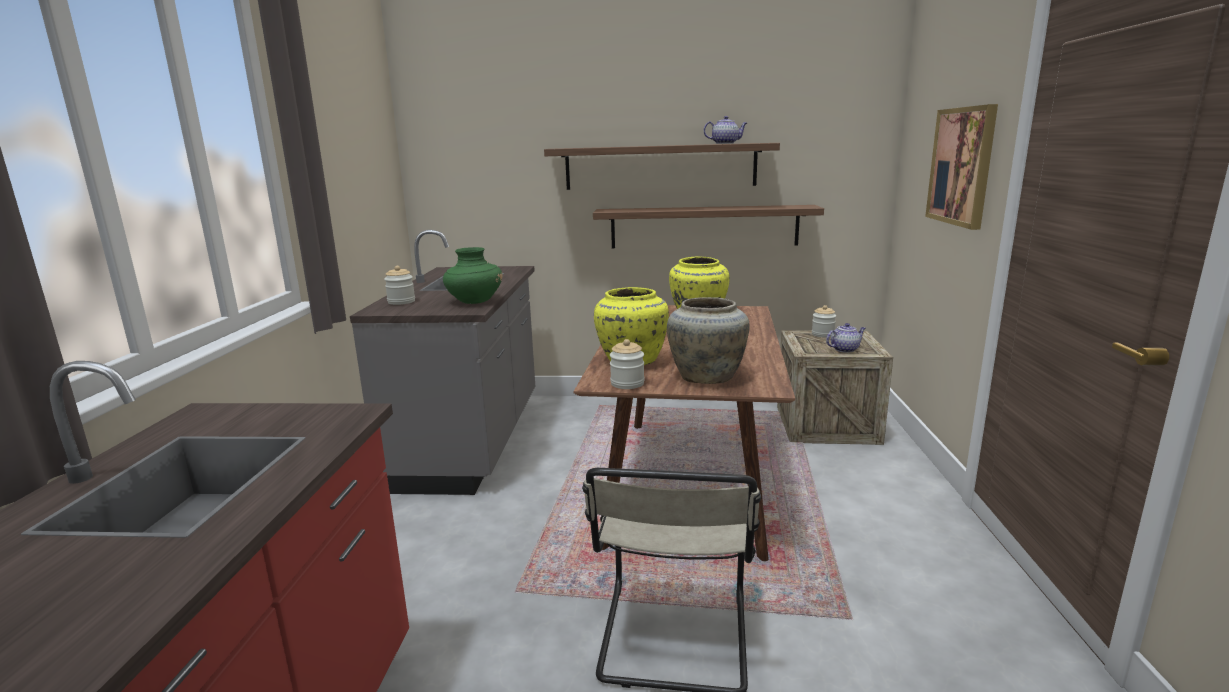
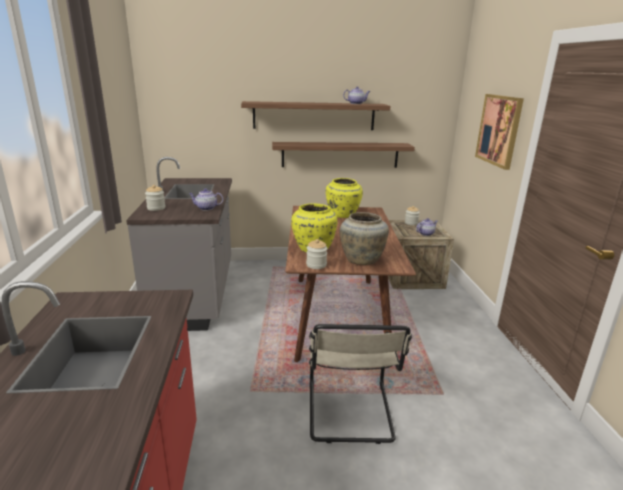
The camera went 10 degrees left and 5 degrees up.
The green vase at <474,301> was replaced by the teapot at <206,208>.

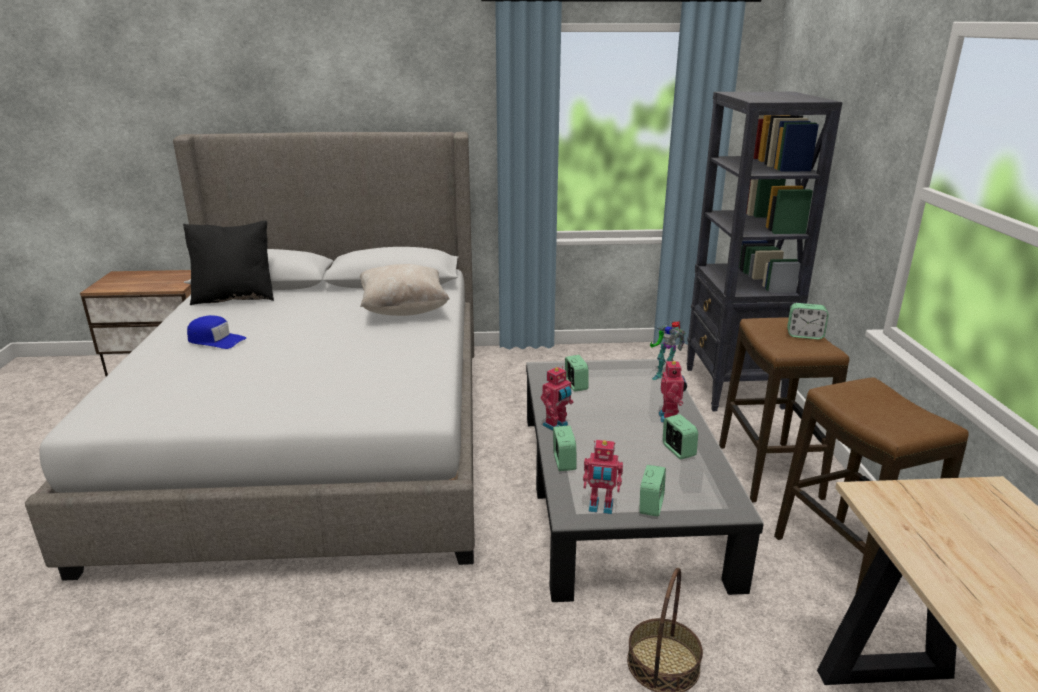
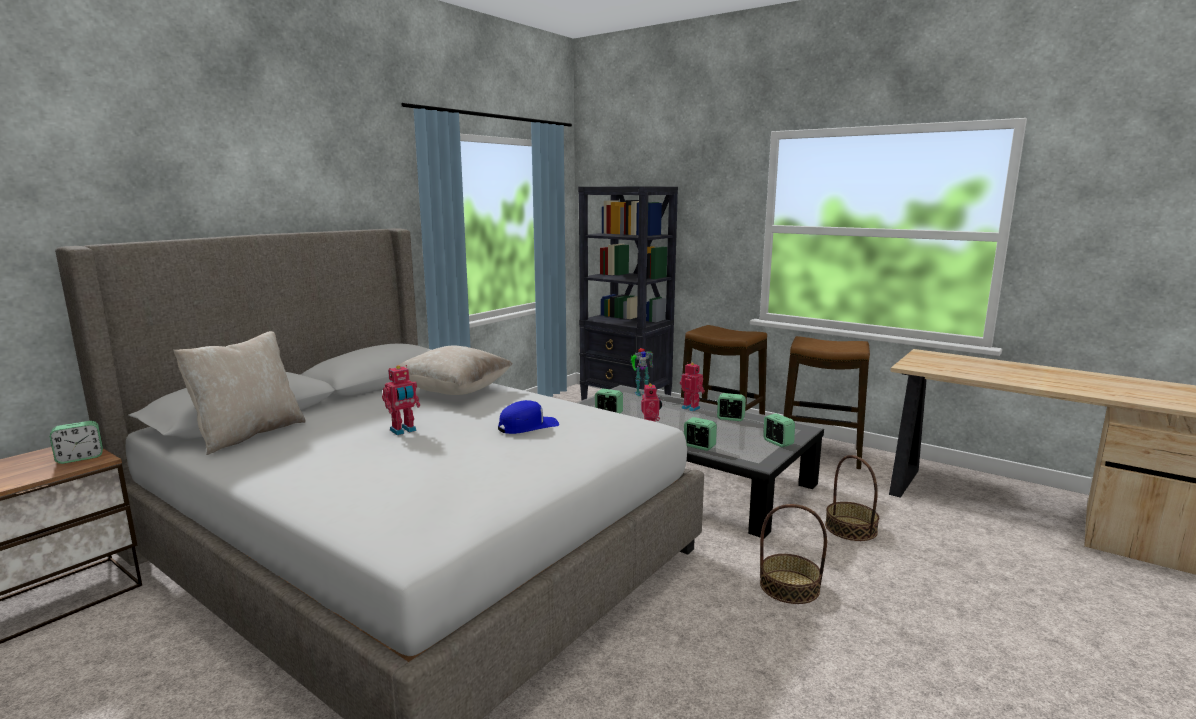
The camera went 50 degrees left and 10 degrees down.
The basket at <789,586> appeared.
The blue cap moved from <216,340> to <528,426>.
The toy robot moved from <600,507> to <403,431>.
The alarm clock moved from <804,335> to <80,458>.
The black pillow at <235,298> became the beige pillow at <248,434>.

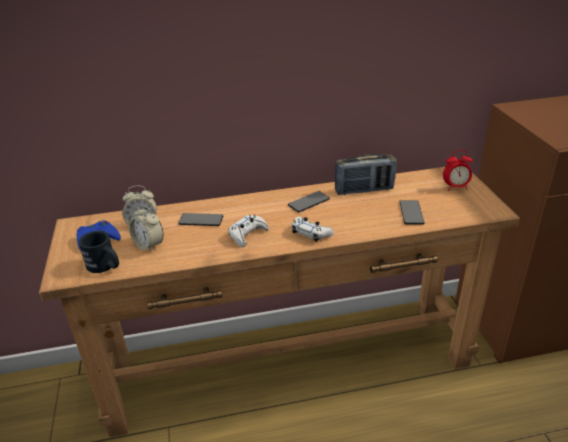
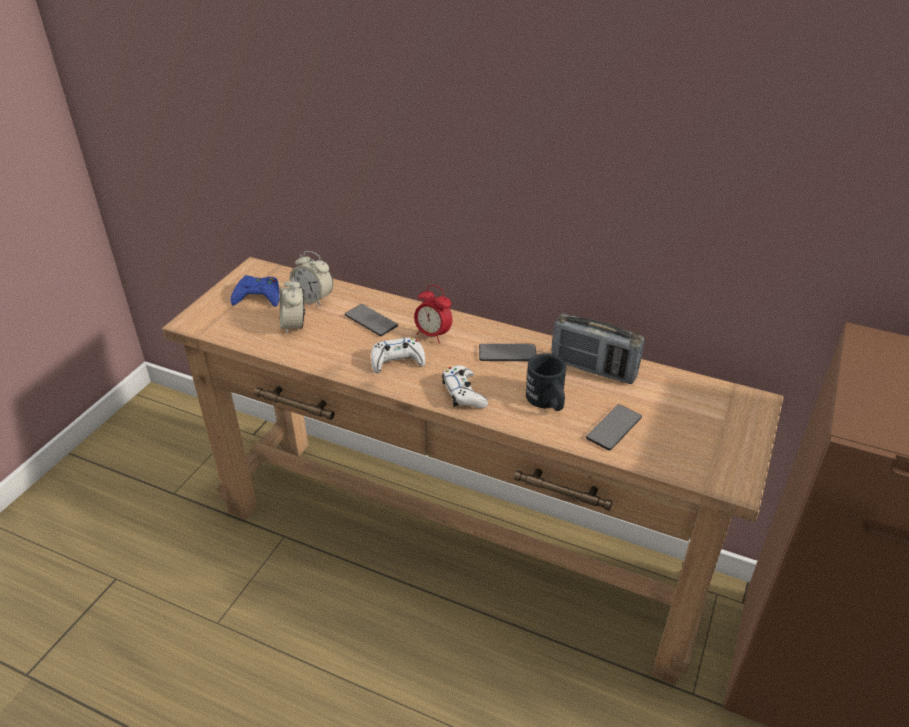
The camera went 35 degrees right and 5 degrees up.
The black mug moved from <105,266> to <548,401>.
The alarm clock moved from <455,187> to <433,335>.

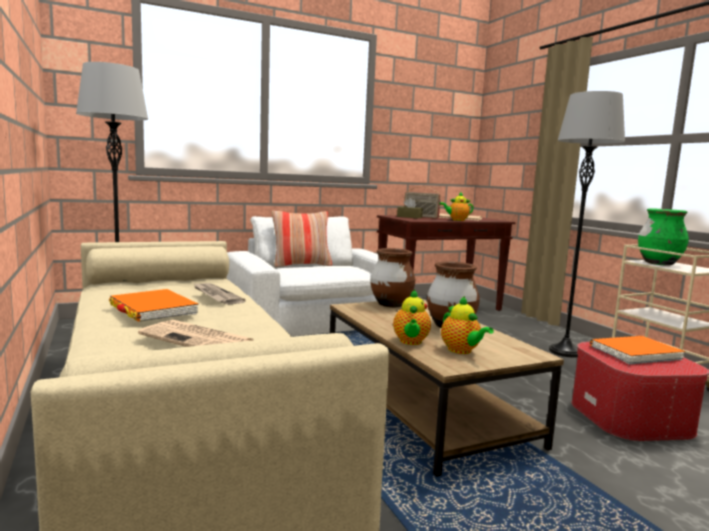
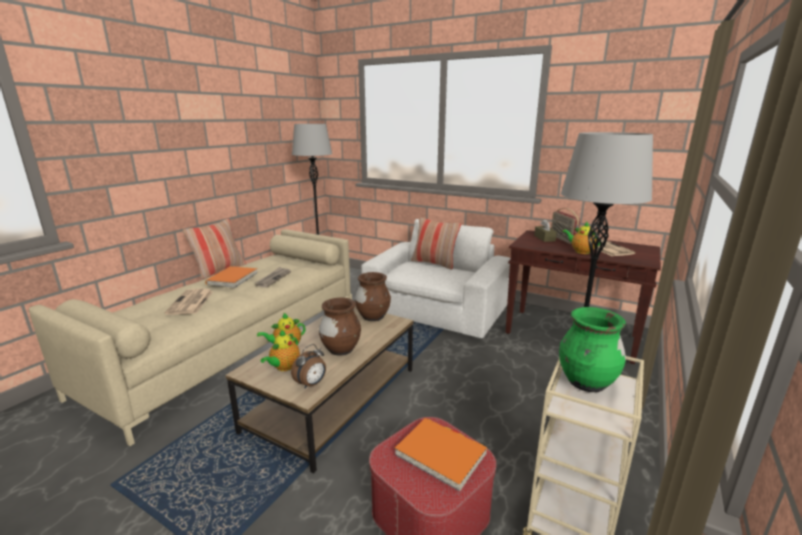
The camera went 55 degrees right and 10 degrees up.
The pillow at <219,270> appeared.
The alarm clock at <311,384> appeared.

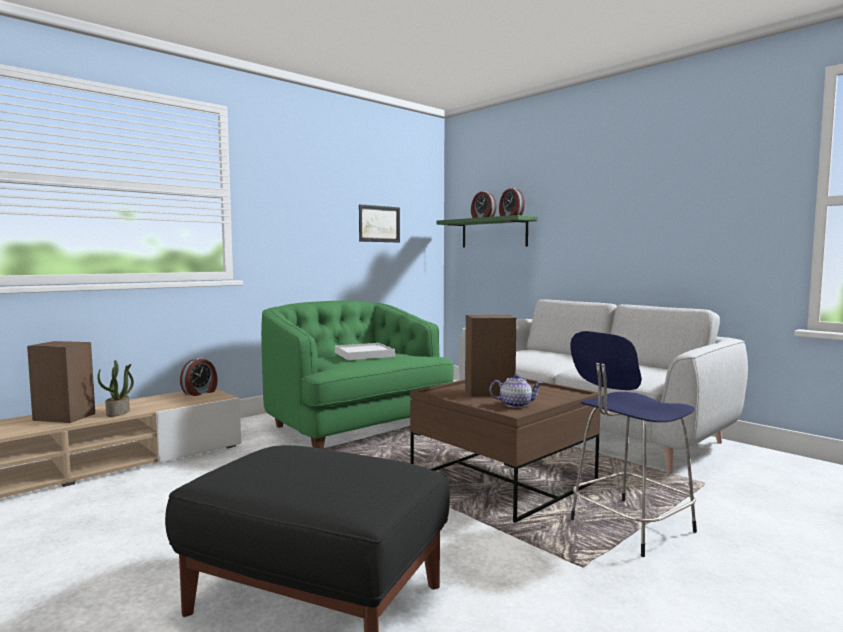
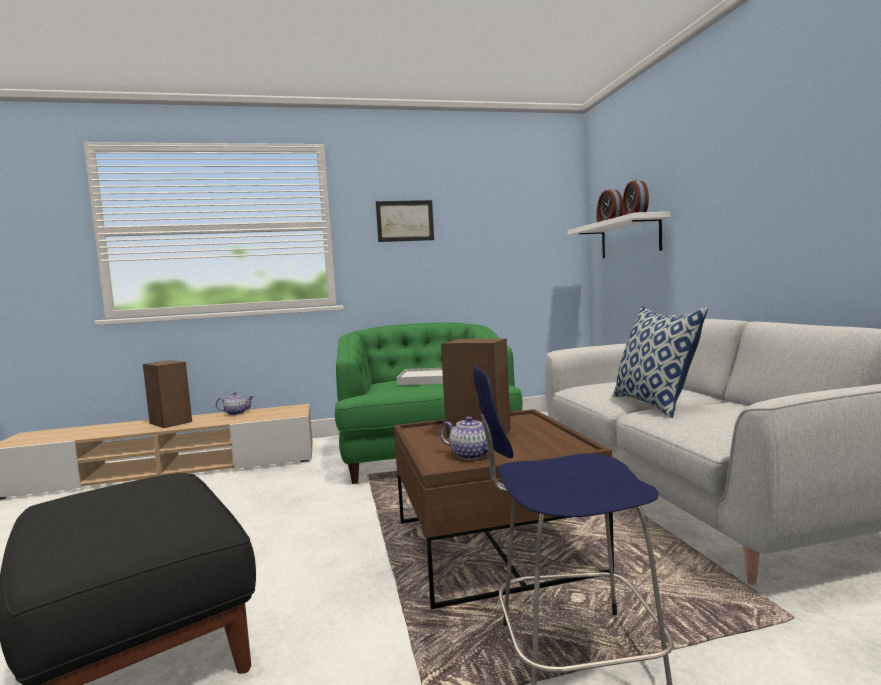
The camera went 30 degrees right and 0 degrees up.
The potted plant at <118,413> disappeared.
The alarm clock at <200,392> disappeared.
The teapot at <236,413> appeared.
The pillow at <655,405> appeared.
The picture moved from <379,224> to <405,221>.
The green shelf at <494,233> became the white shelf at <629,238>.

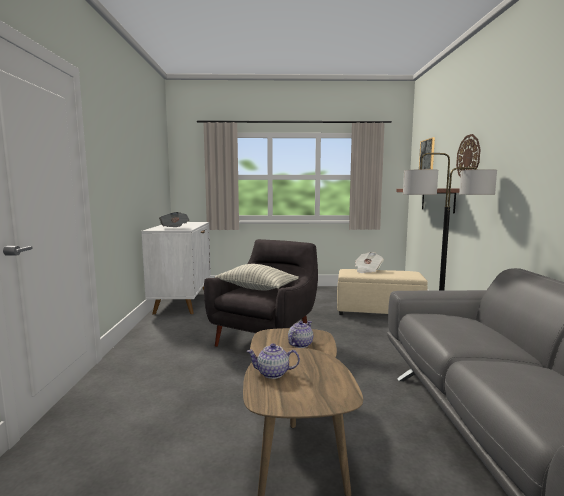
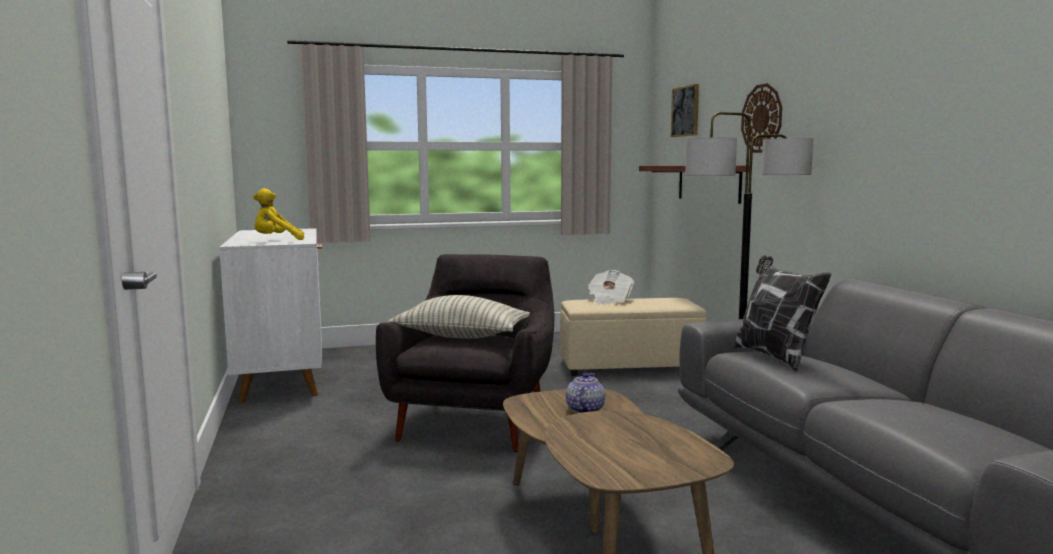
The camera went 15 degrees left and 0 degrees up.
The teapot at <273,373> disappeared.
The pillow at <774,357> appeared.
The newspaper at <174,228> was replaced by the yellow plush toy at <277,241>.

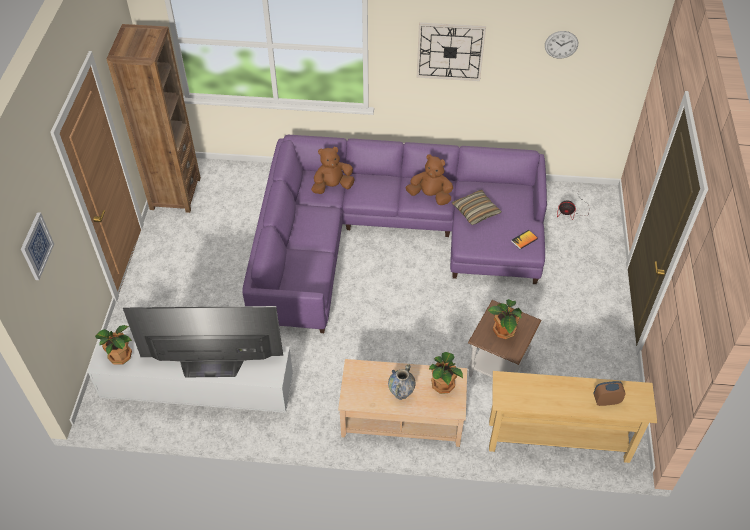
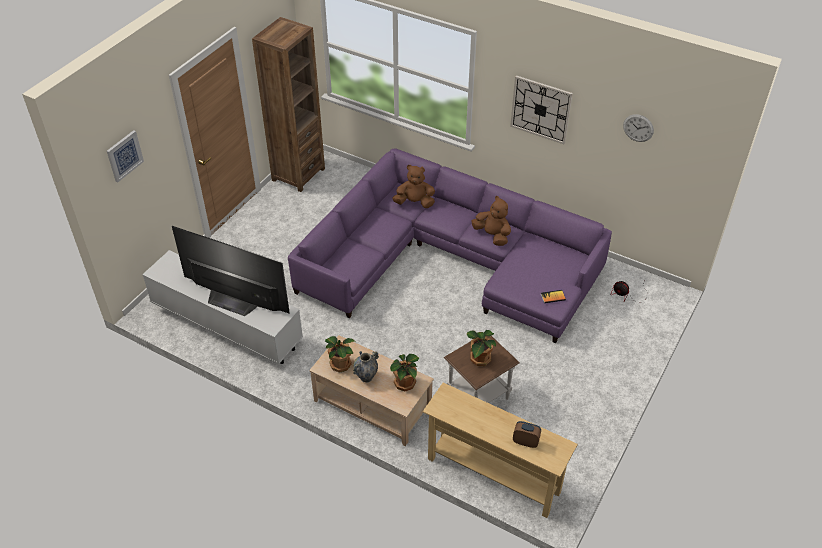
The camera went 25 degrees right and 5 degrees down.
The pillow at <476,211> disappeared.
The potted plant moved from <120,355> to <340,364>.

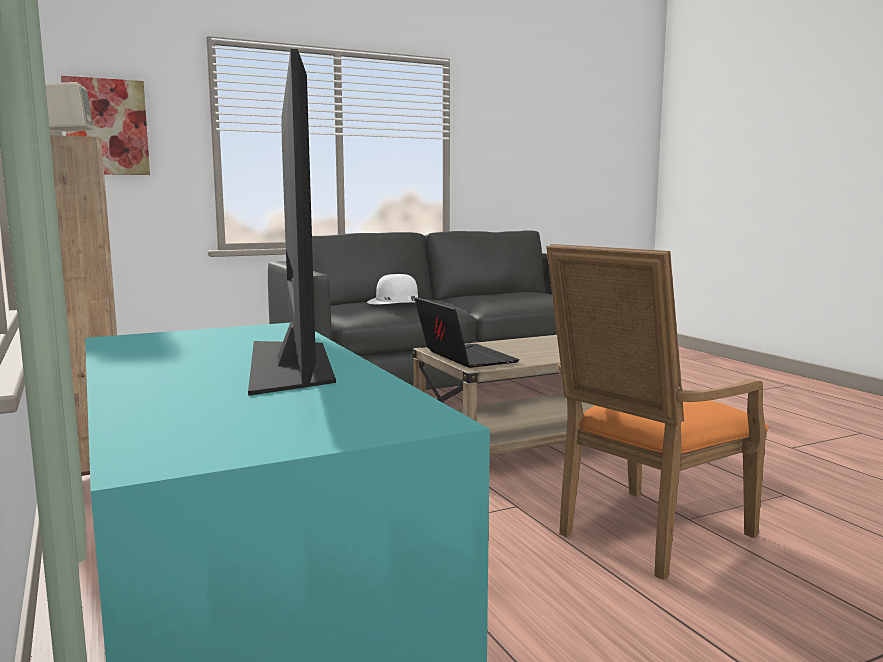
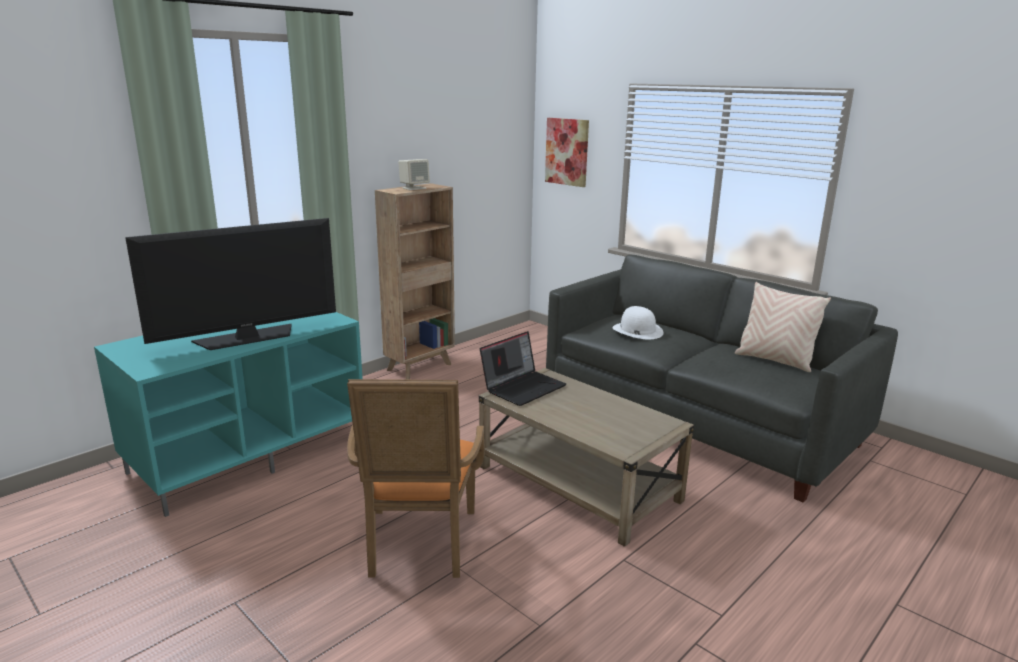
The camera went 70 degrees right and 10 degrees up.
The beige pillow at <774,360> appeared.
The orange armchair at <644,536> turned 120 degrees counterclockwise.

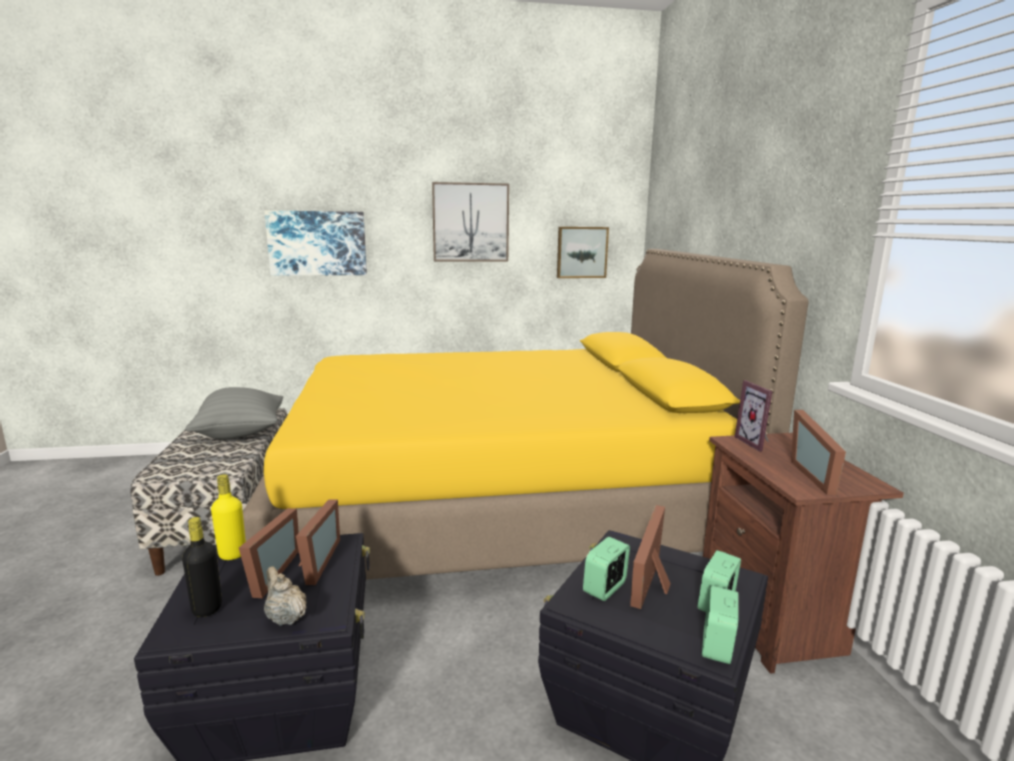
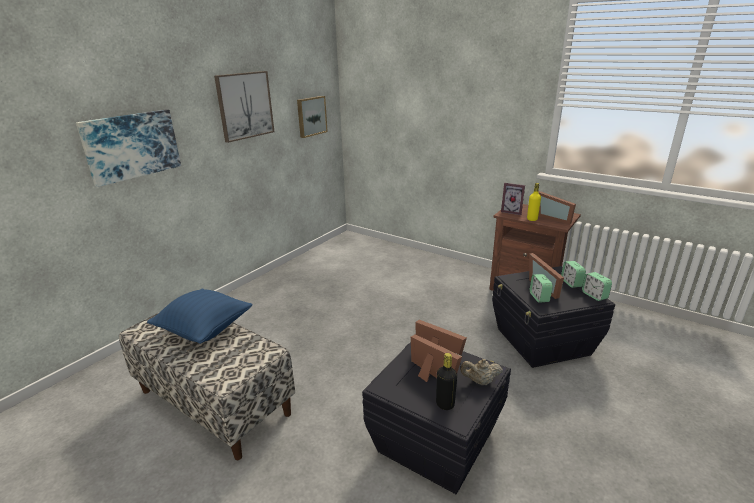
The camera went 45 degrees left and 10 degrees up.
The yellow bed at <501,503> disappeared.
The yellow bottle moved from <232,554> to <532,219>.
The grey pillow at <240,433> became the blue pillow at <205,330>.

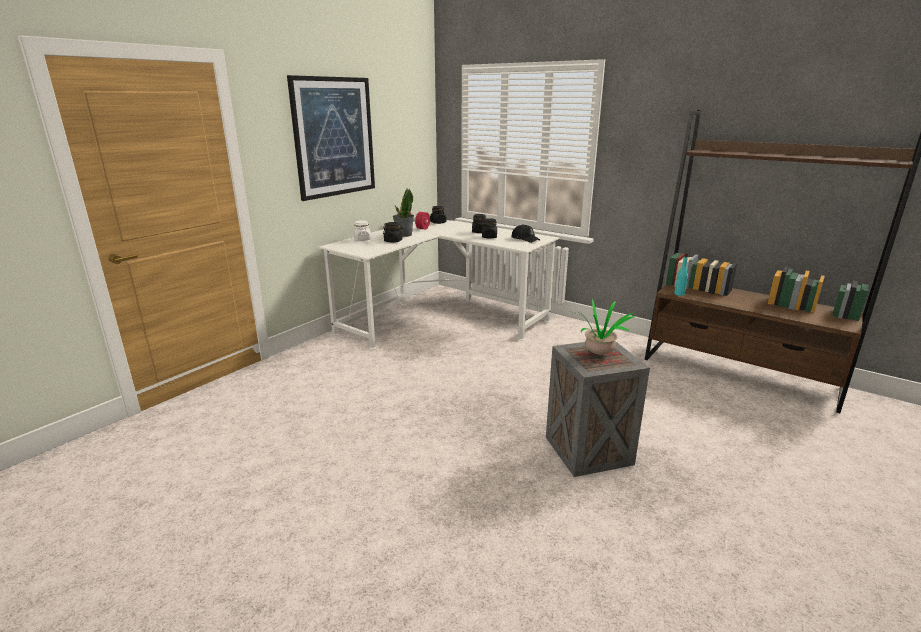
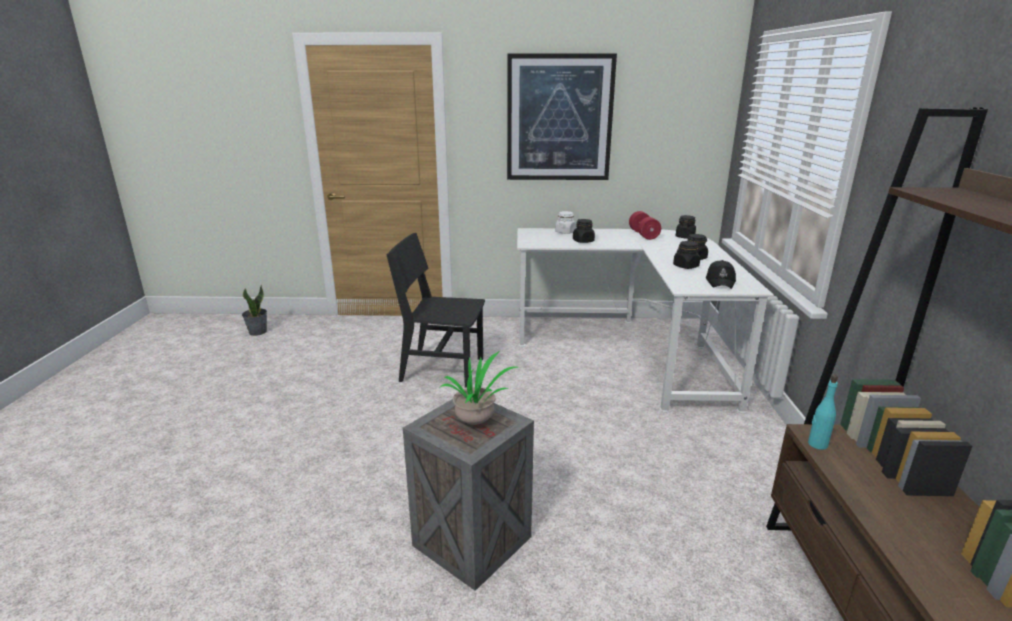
The camera went 55 degrees right and 0 degrees up.
The black chair at <442,369> appeared.
The potted plant moved from <404,235> to <257,332>.

